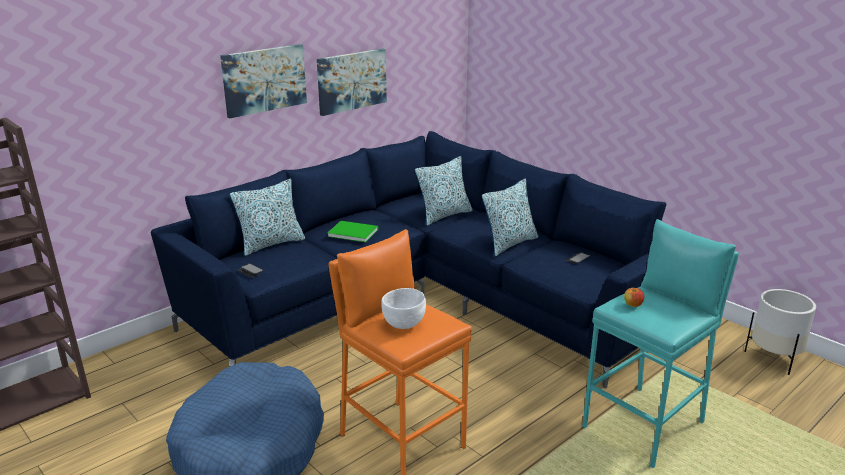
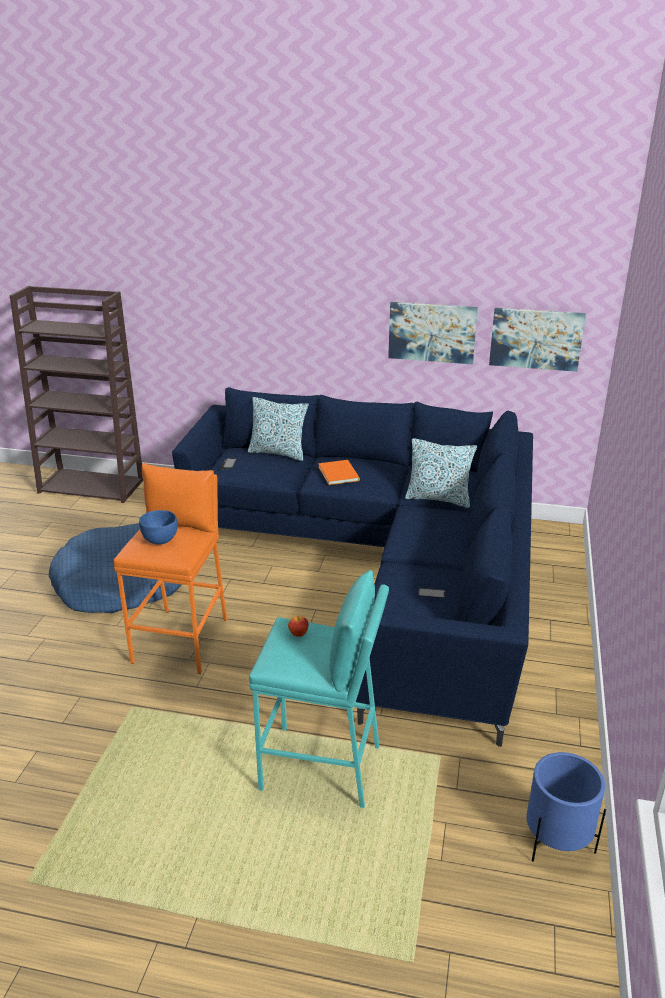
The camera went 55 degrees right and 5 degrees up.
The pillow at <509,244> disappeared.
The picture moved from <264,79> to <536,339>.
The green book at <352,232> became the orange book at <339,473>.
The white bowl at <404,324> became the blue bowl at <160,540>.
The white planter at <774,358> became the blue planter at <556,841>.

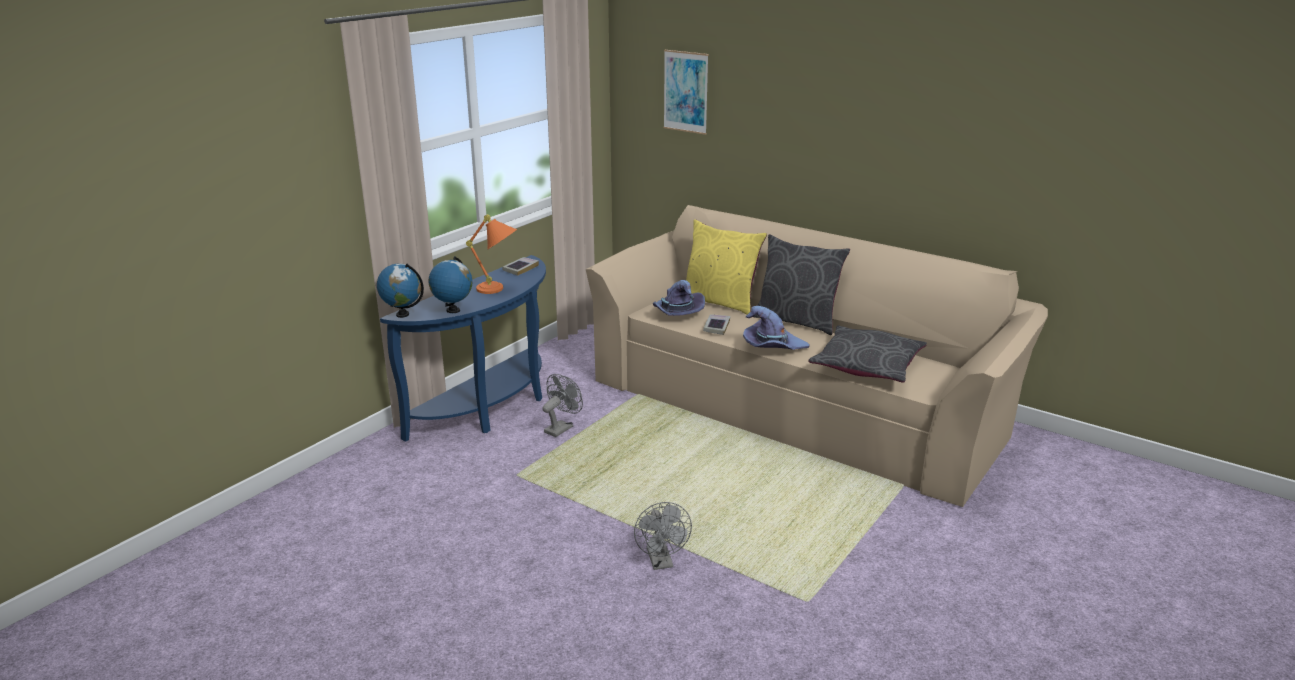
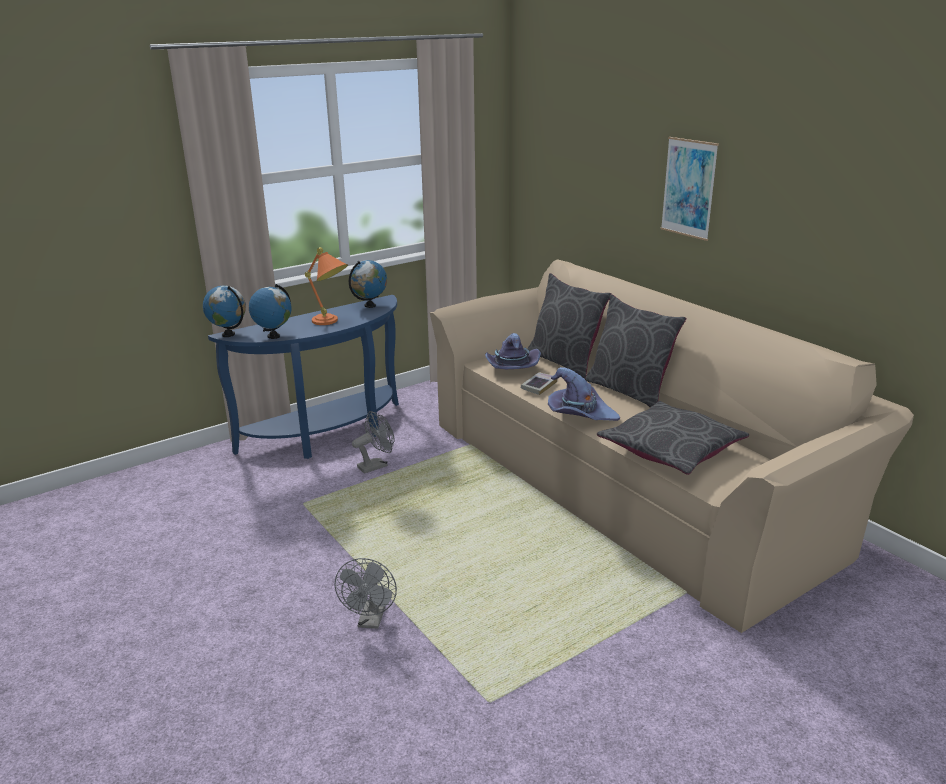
The camera went 20 degrees right and 0 degrees up.
The picture moved from <685,92> to <689,188>.
The book at <520,269> was replaced by the globe at <370,306>.
The yellow pillow at <720,302> became the grey pillow at <565,362>.

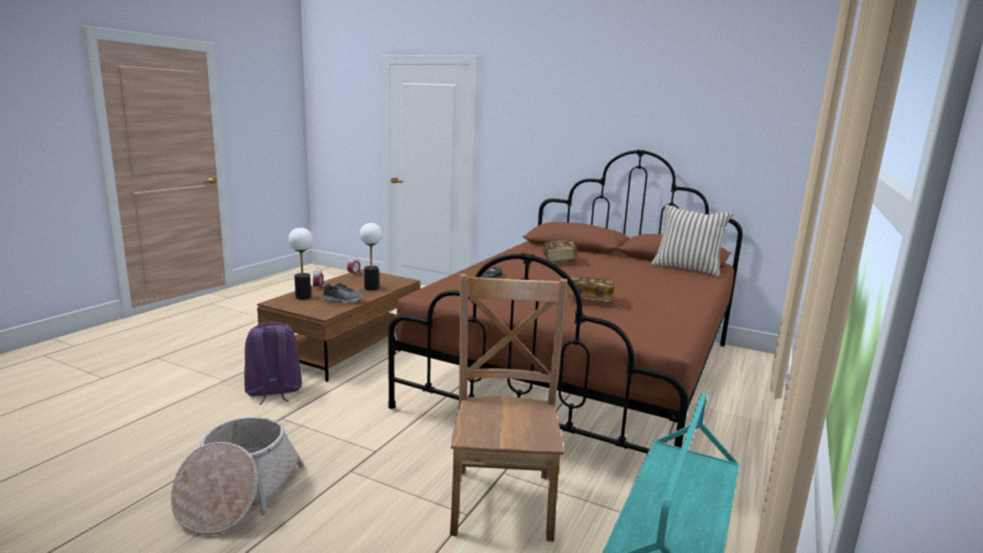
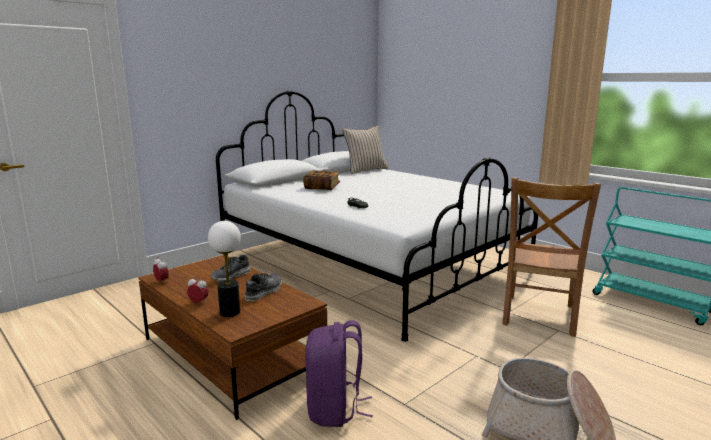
The camera went 70 degrees left and 0 degrees up.
The book at <590,300> disappeared.
The table lamp at <371,288> was replaced by the shoe at <231,276>.
The brown bed at <582,373> became the white bed at <370,264>.
The brown chair at <503,498> turned 90 degrees counterclockwise.

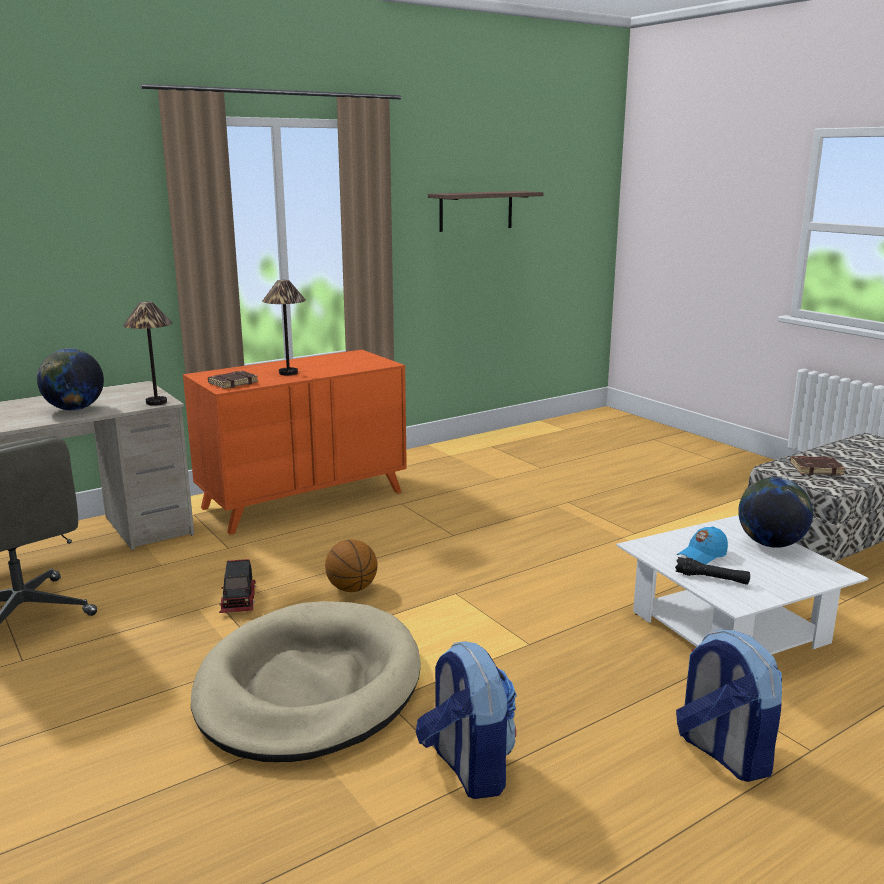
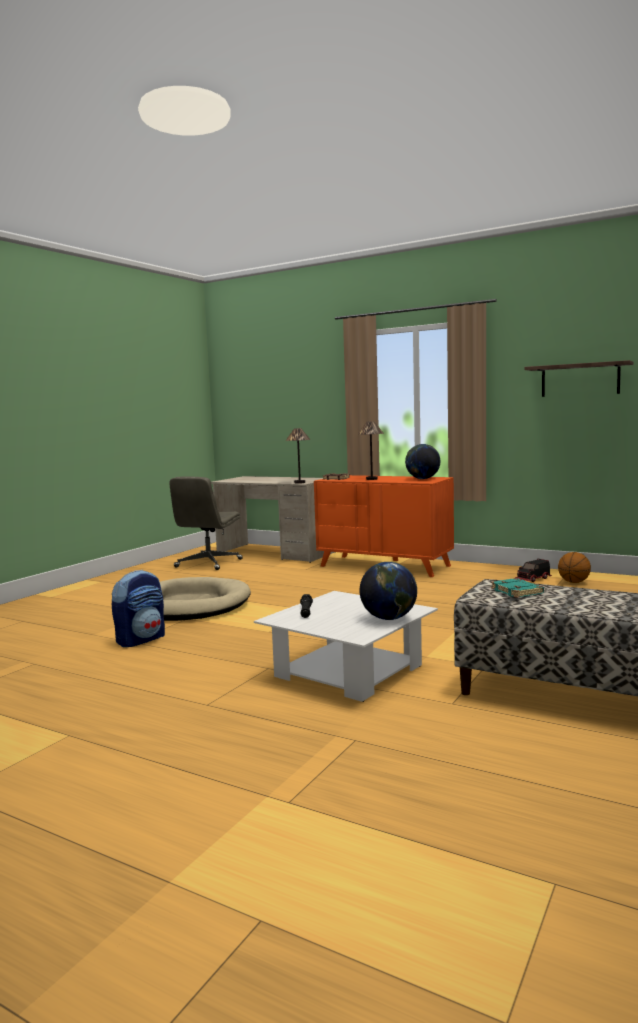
The camera went 65 degrees right and 10 degrees down.
The backpack at <723,753> disappeared.
The blue cap at <702,555> disappeared.
The globe moved from <74,409> to <423,479>.
The toy truck moved from <239,600> to <533,579>.
The basketball moved from <352,588> to <574,582>.
The brown book at <816,469> became the turquoise book at <517,591>.

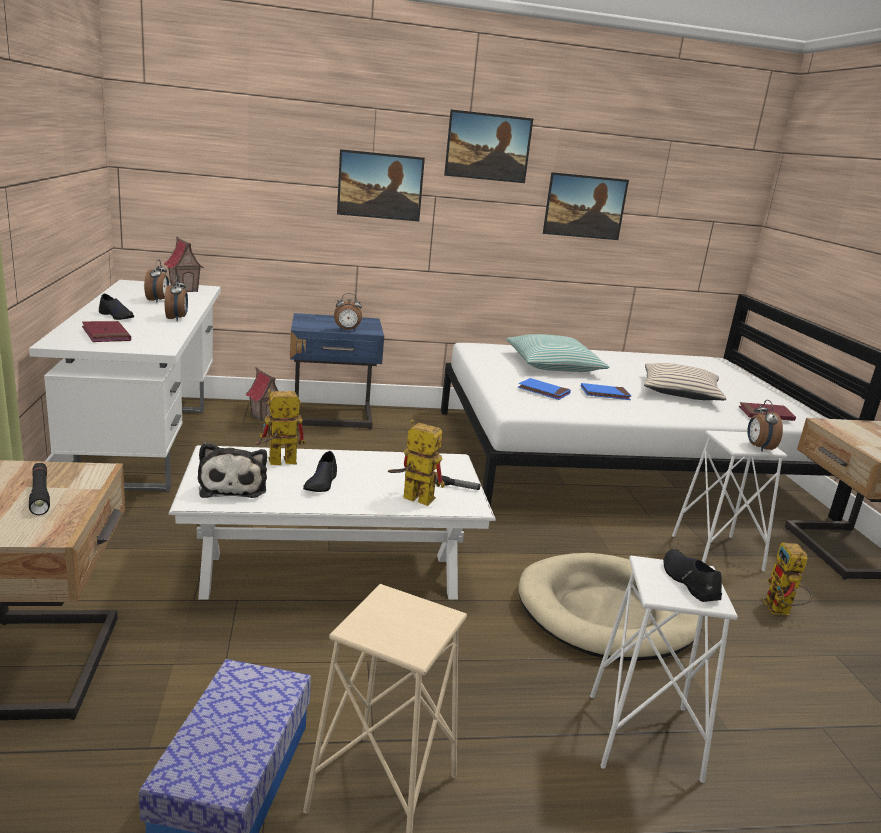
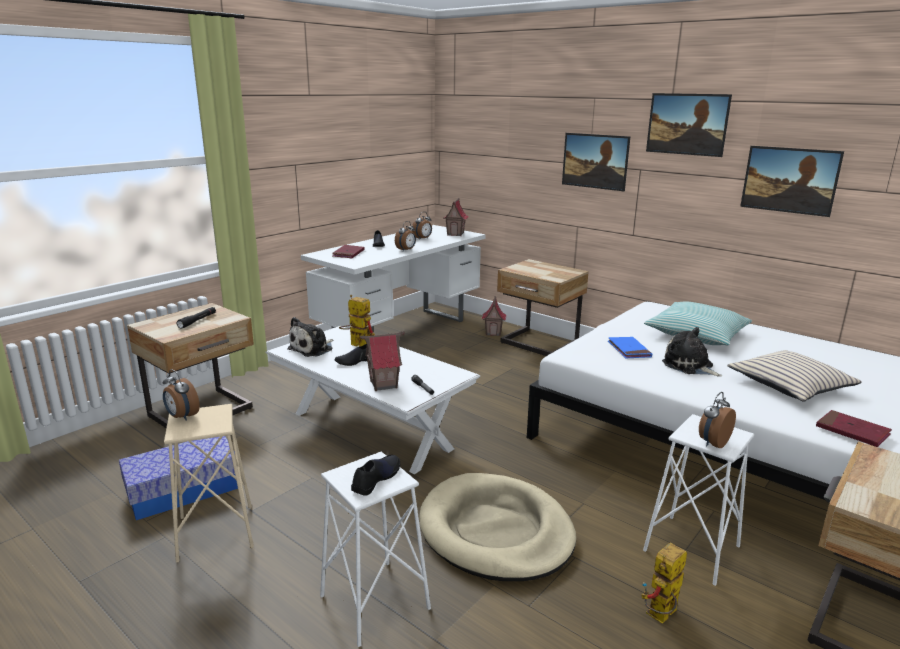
The camera went 50 degrees right and 0 degrees up.
The alarm clock moved from <347,330> to <182,417>.
The toy robot at <411,498> was replaced by the toy house at <383,384>.
The blue book at <605,394> was replaced by the plush toy at <689,366>.
The blue nightstand at <332,417> became the beige nightstand at <538,344>.

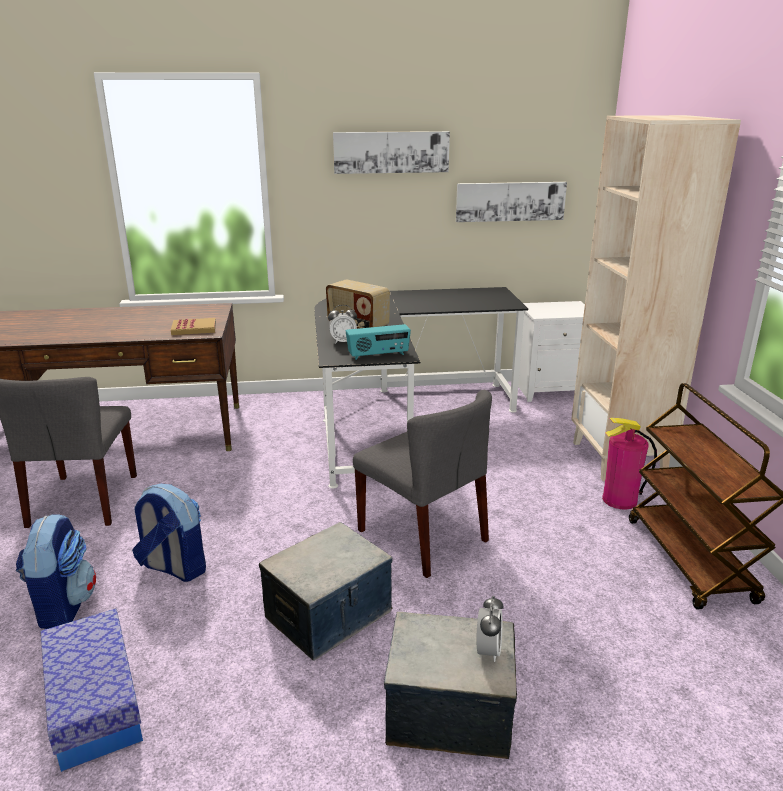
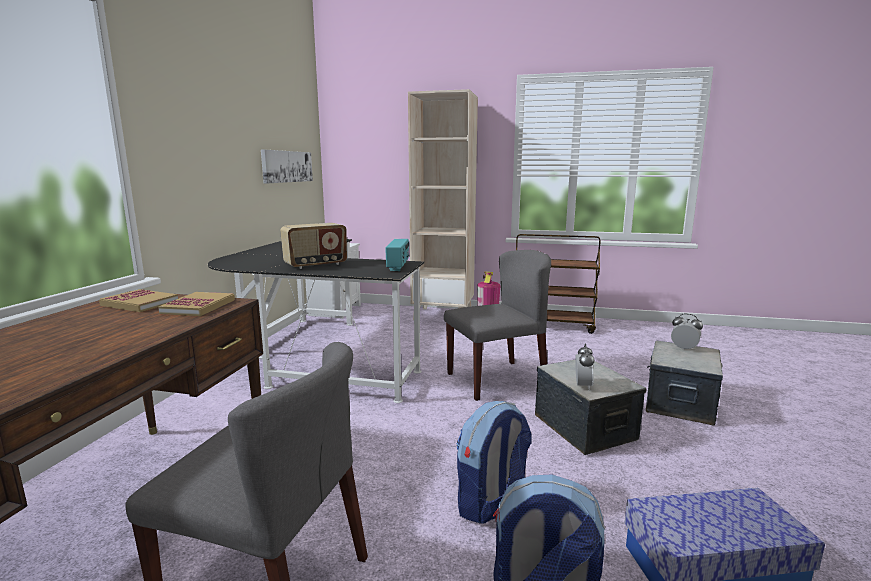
The camera went 70 degrees left and 10 degrees down.
The picture at <391,152> disappeared.
The book at <139,303> appeared.
The alarm clock moved from <343,341> to <582,386>.

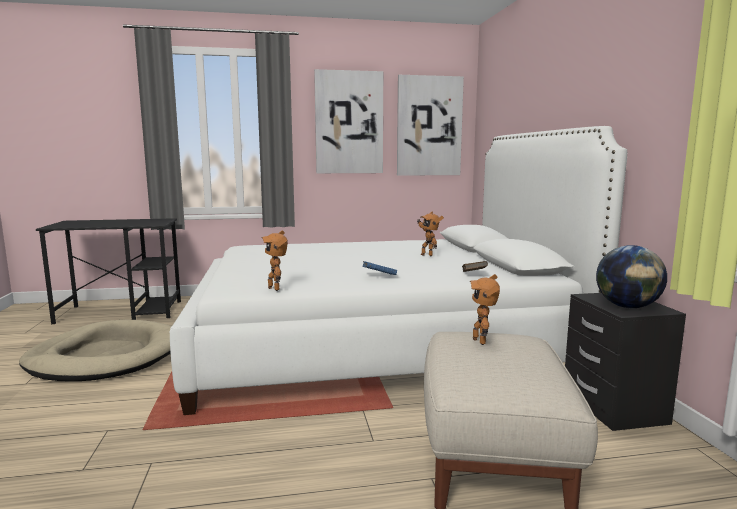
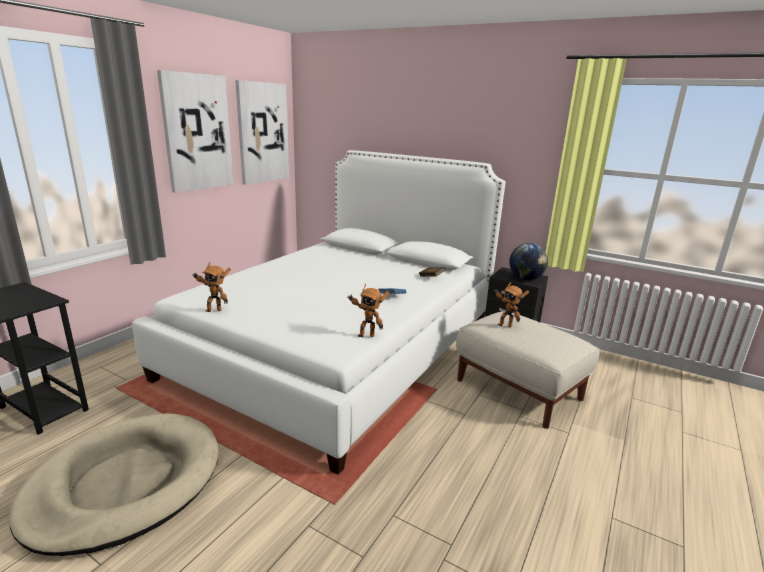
The camera went 50 degrees left and 10 degrees up.
The toy robot moved from <427,255> to <214,310>.

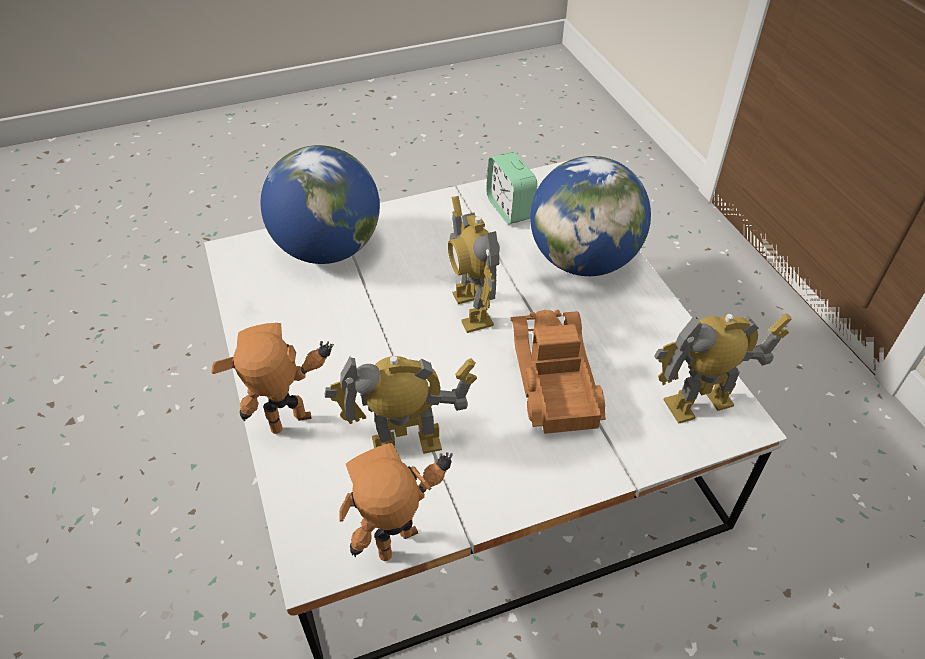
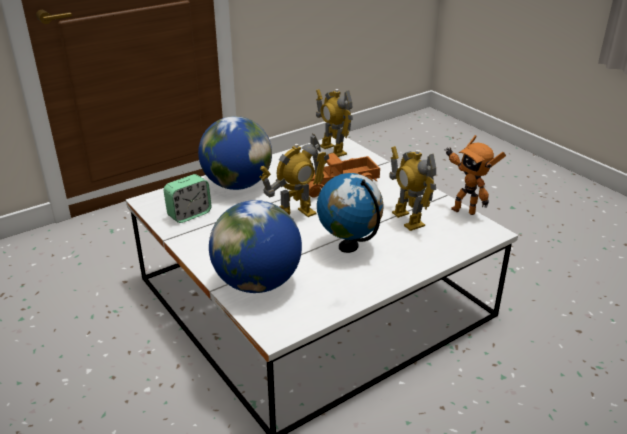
The camera went 105 degrees left and 15 degrees down.
The toy robot at <294,428> disappeared.
The globe at <348,247> appeared.

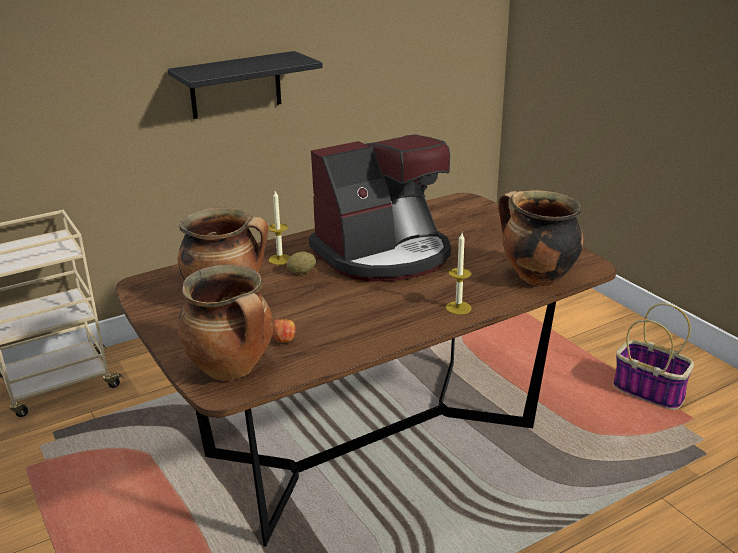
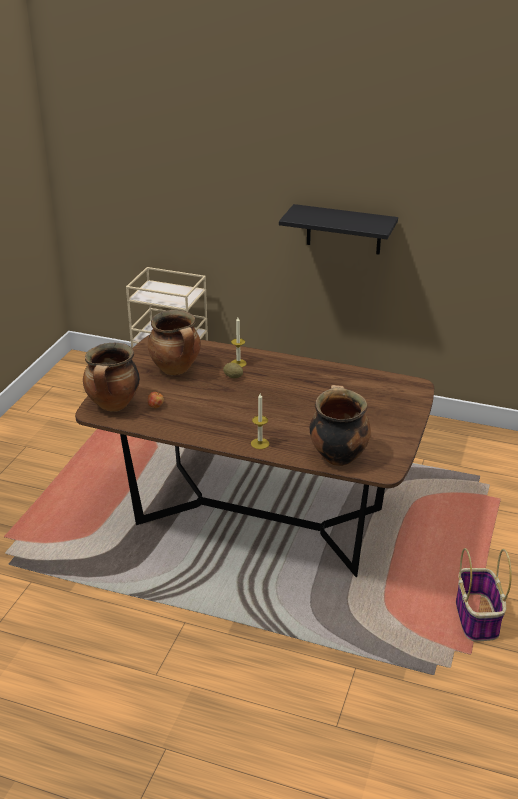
The camera went 50 degrees right and 5 degrees up.
The coffee machine at <384,255> disappeared.

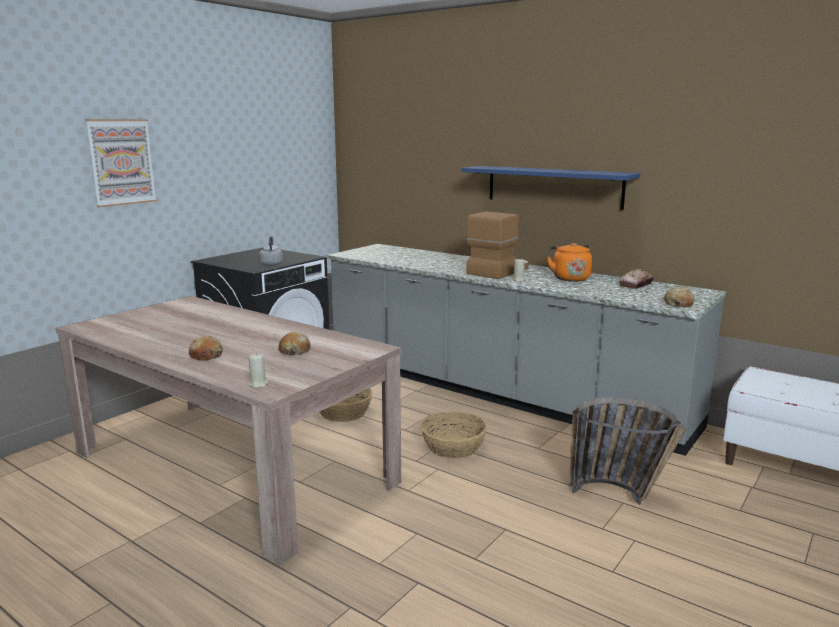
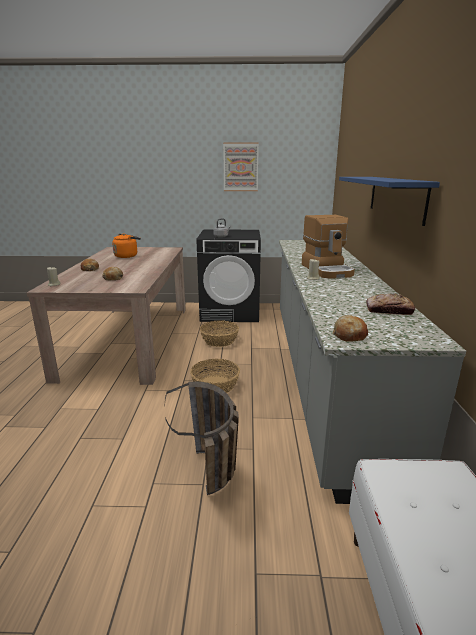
The camera went 55 degrees right and 5 degrees up.
The picture moved from <121,162> to <240,167>.
The orange kettle moved from <569,278> to <127,256>.
The coffee machine at <497,271> turned 75 degrees clockwise.

